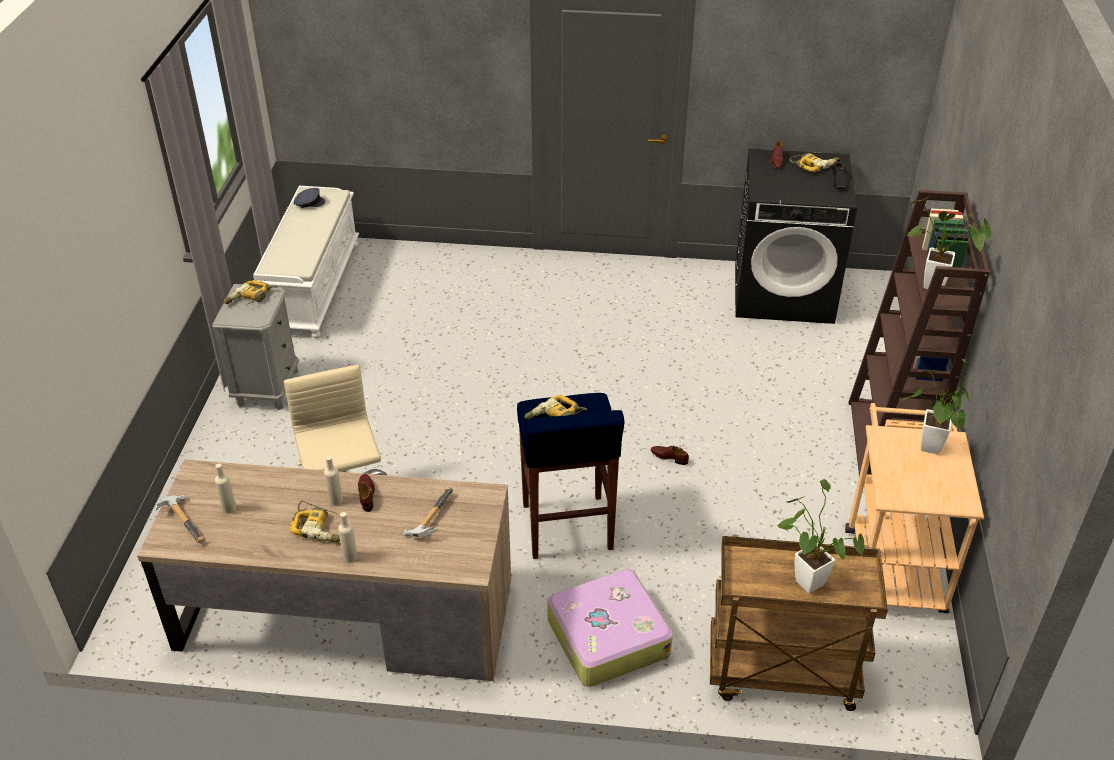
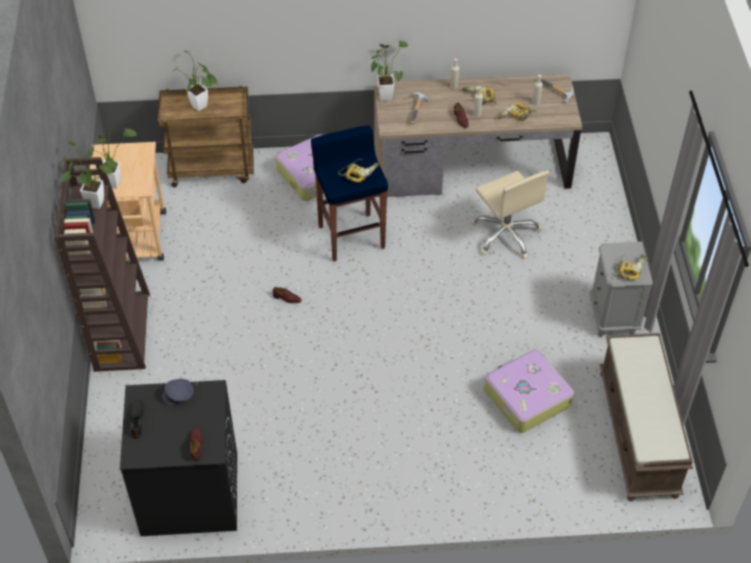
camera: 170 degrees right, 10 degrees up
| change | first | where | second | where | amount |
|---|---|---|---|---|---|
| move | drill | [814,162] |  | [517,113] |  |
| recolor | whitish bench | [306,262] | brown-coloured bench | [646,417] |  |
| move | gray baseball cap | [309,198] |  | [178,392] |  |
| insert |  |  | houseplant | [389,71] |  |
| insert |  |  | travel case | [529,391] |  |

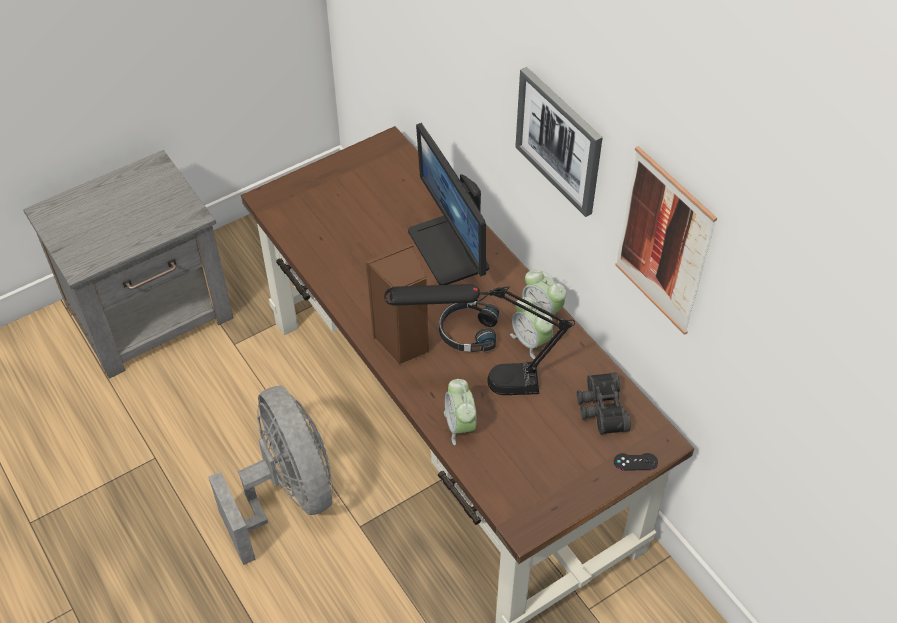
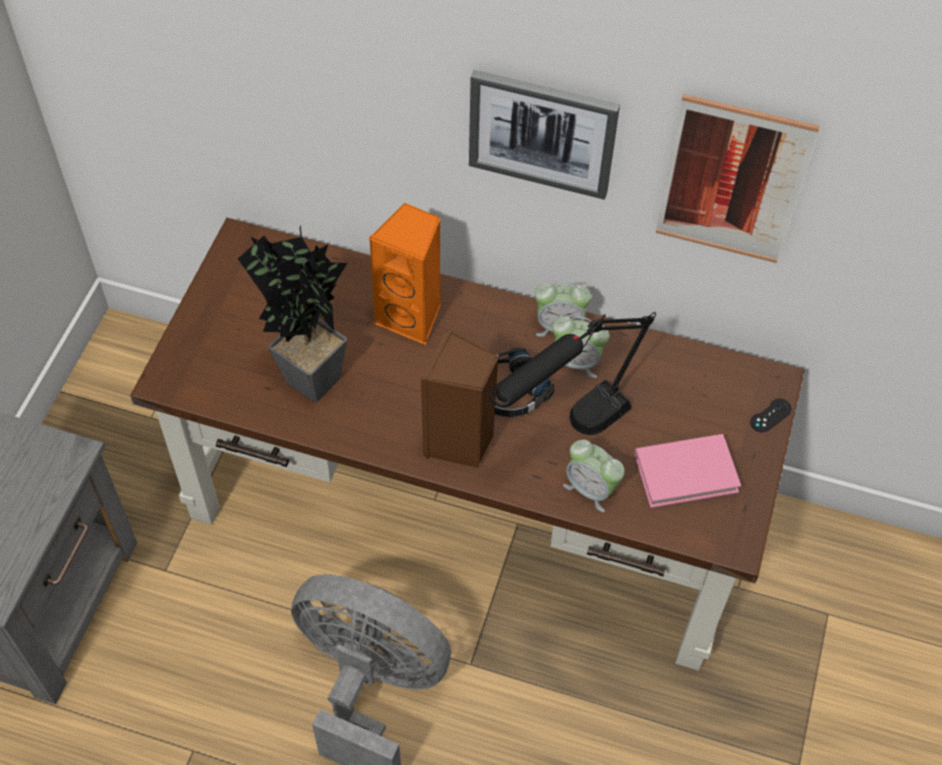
camera: 40 degrees left, 5 degrees up
| change | first | where | second | where | amount |
|---|---|---|---|---|---|
| replace | computer display | [448,204] | orangey audio speaker | [404,274] |  |
| delete | blackish binoculars | [604,403] |  |  |  |
| insert |  |  | houseplant | [292,313] |  |
| insert |  |  | pinkish volume | [687,471] |  |

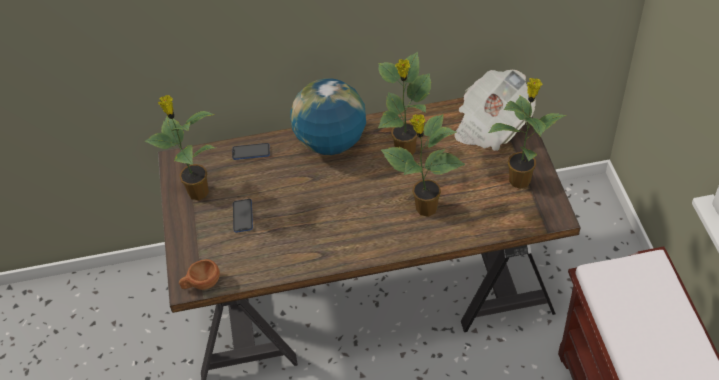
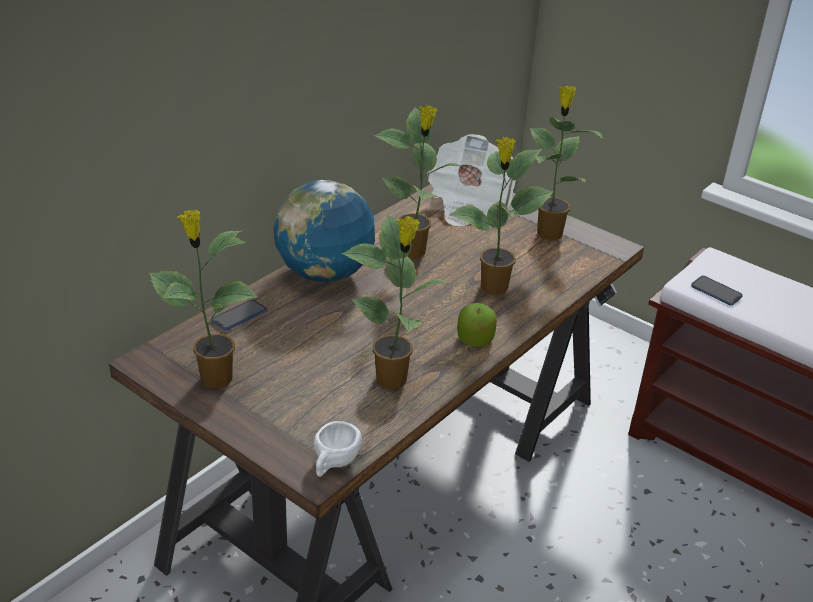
camera: 45 degrees left, 15 degrees down
| change | first | where | second | where | amount |
|---|---|---|---|---|---|
| move | telephone | [243,216] |  | [717,290] |  |
| recolor | brown-coloured cup | [199,274] | whitish cup | [338,449] |  |
| insert |  |  | houseplant | [396,302] |  |
| insert |  |  | apple | [477,324] |  |

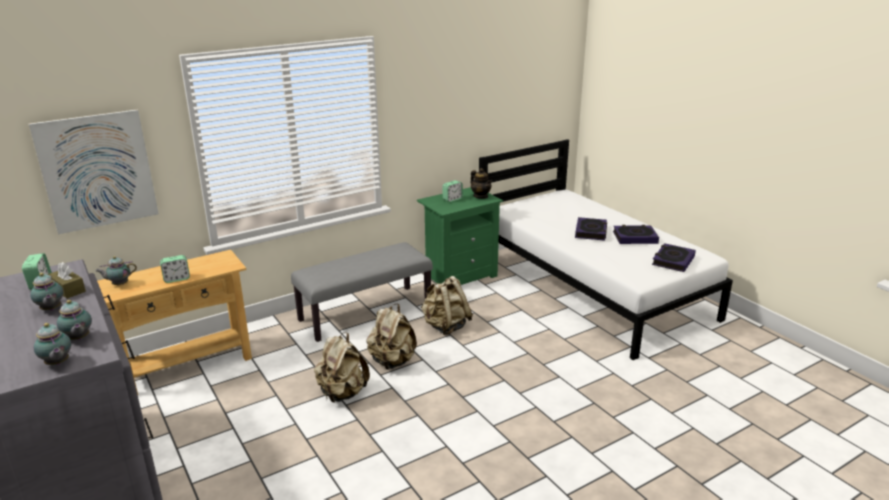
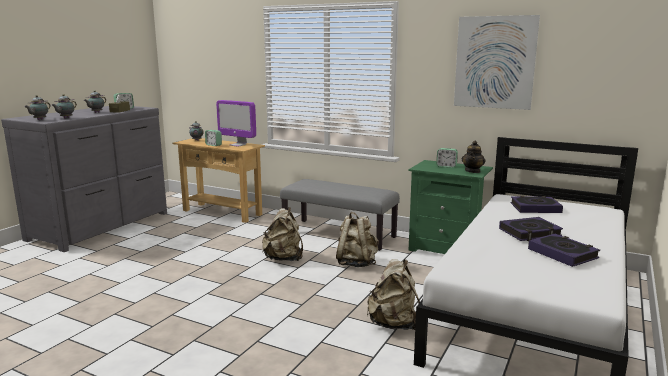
camera: 60 degrees right, 10 degrees down
| change | first | where | second | where | amount |
|---|---|---|---|---|---|
| move | wall art | [94,171] |  | [497,62] |  |
| move | volume | [674,257] |  | [537,204] |  |
| move | beige backpack | [342,368] |  | [393,294] |  |
| insert |  |  | computer display | [236,123] |  |

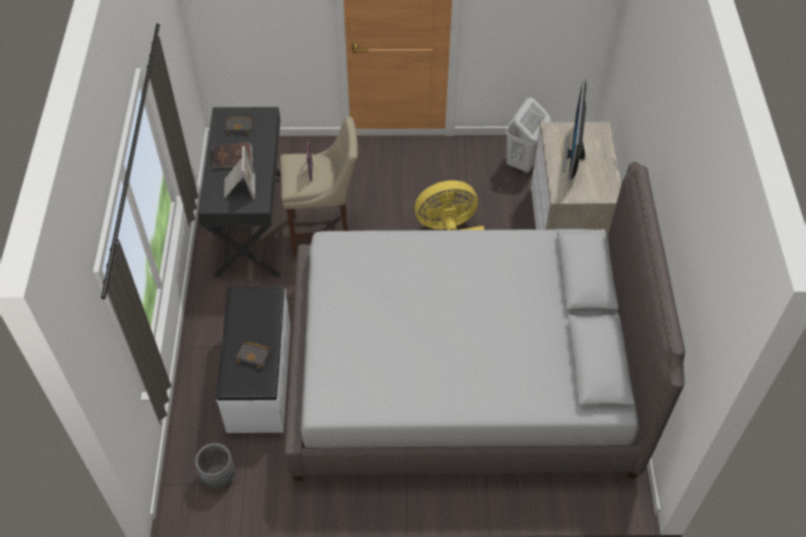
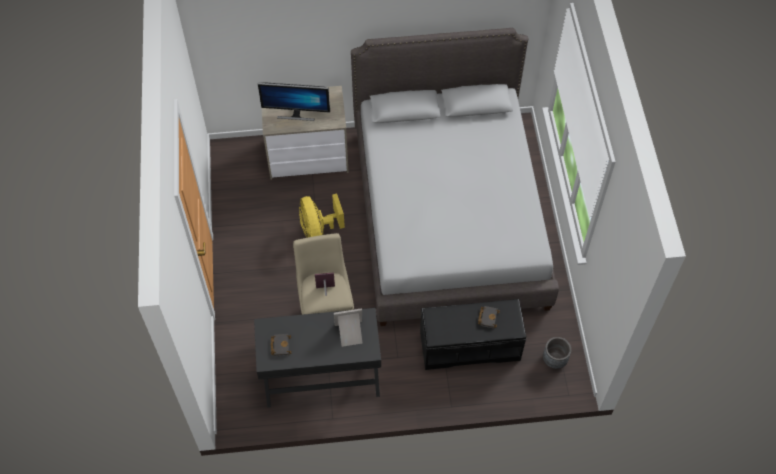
camera: 95 degrees left, 5 degrees up
| change | first | where | second | where | amount |
|---|---|---|---|---|---|
| delete | whitish washing basket | [528,136] |  |  |  |
| delete | brown-coloured volume | [232,156] |  |  |  |
| recolor | whitish bench | [253,359] | blackish bench | [473,334] |  |

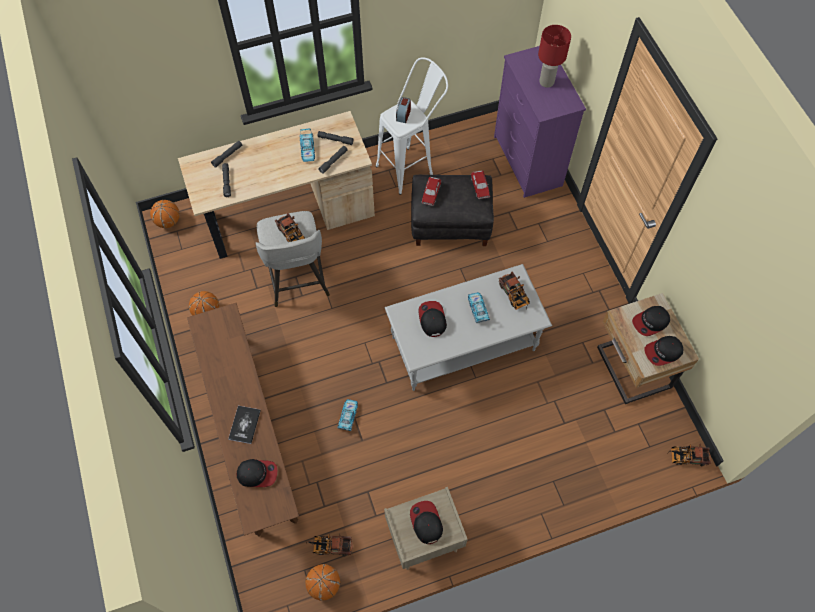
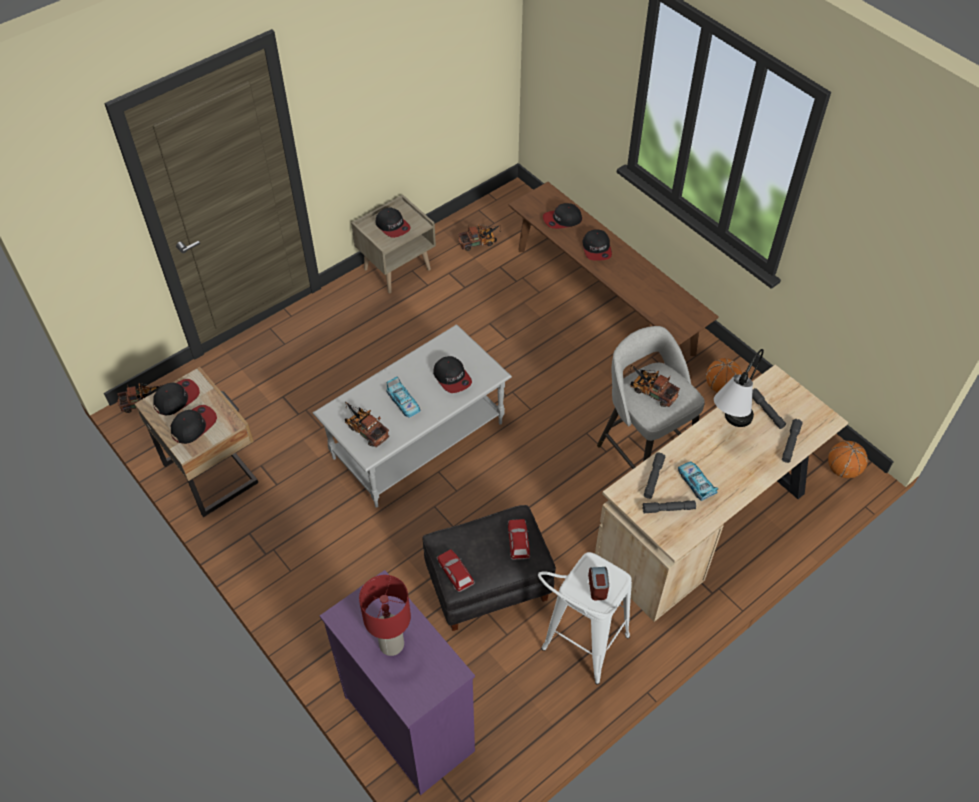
camera: 160 degrees right, 10 degrees down
| change | first | where | second | where | amount |
|---|---|---|---|---|---|
| delete | model car | [347,415] |  |  |  |
| replace | volume | [244,425] | baseball cap | [597,245] |  |
| delete | basketball ball | [322,582] |  |  |  |
| insert |  |  | lamp for a table | [739,388] |  |

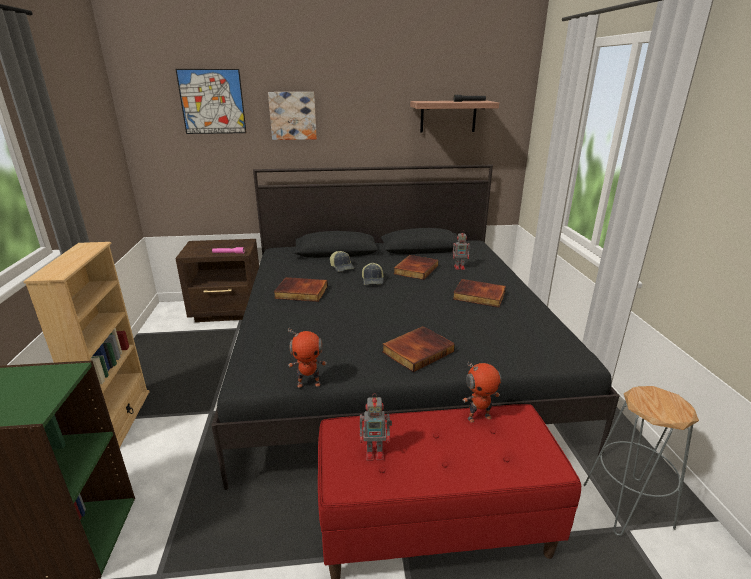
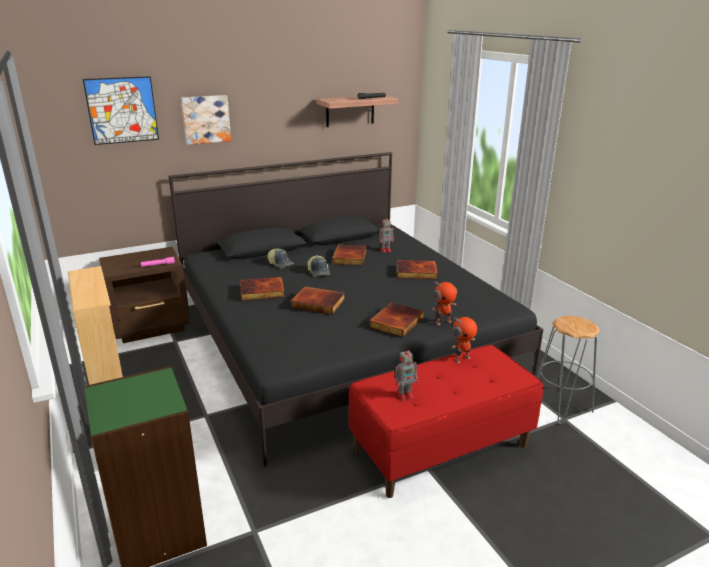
camera: 20 degrees left, 0 degrees up
| change | first | where | second | where | amount |
|---|---|---|---|---|---|
| move | robot figure | [307,358] |  | [444,303] |  |
| insert |  |  | volume | [318,301] |  |

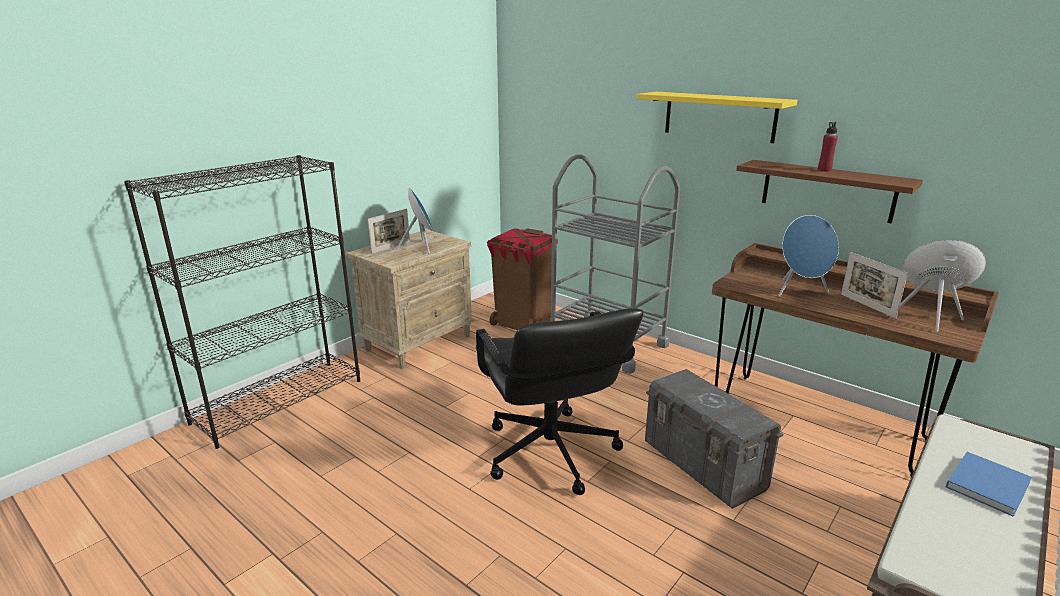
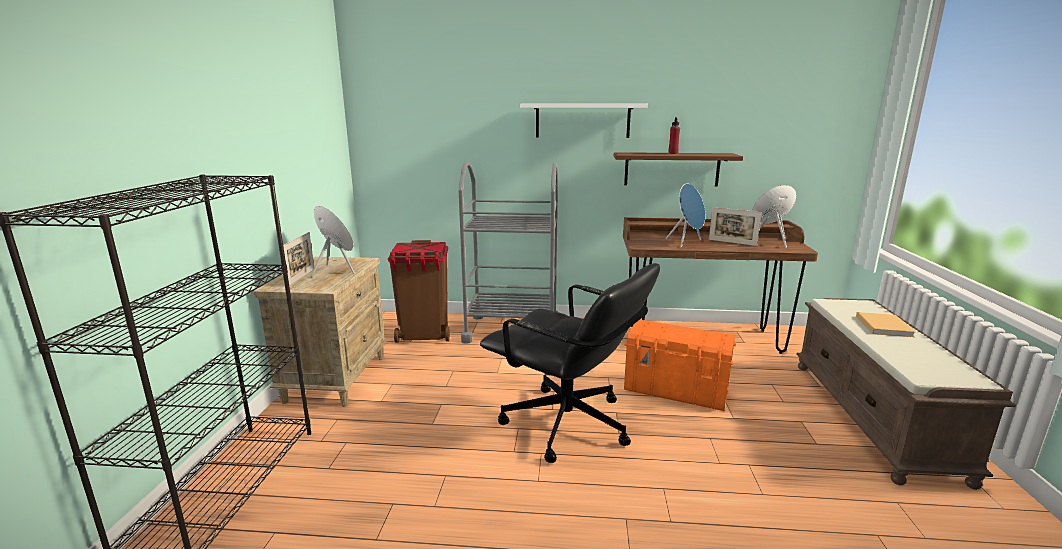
camera: 35 degrees left, 5 degrees down
| change | first | where | second | where | amount |
|---|---|---|---|---|---|
| recolor | yellowish bracket shelf | [717,117] | whitish bracket shelf | [584,120] |  |
| recolor | gray storage box | [714,439] | orangey storage box | [680,365] |  |
| recolor | bluish volume | [989,484] | beige volume | [886,324] |  |

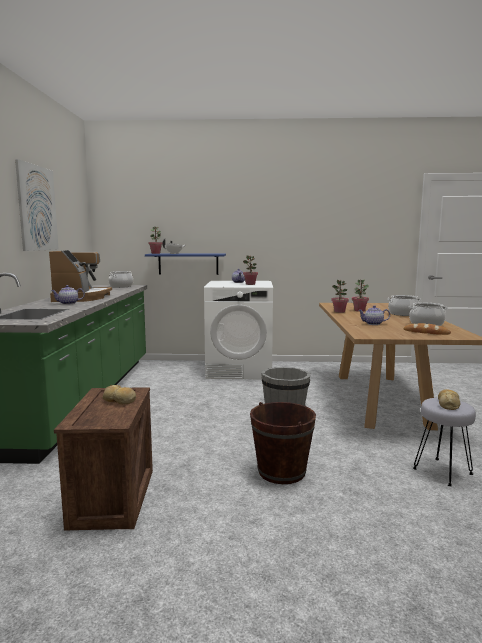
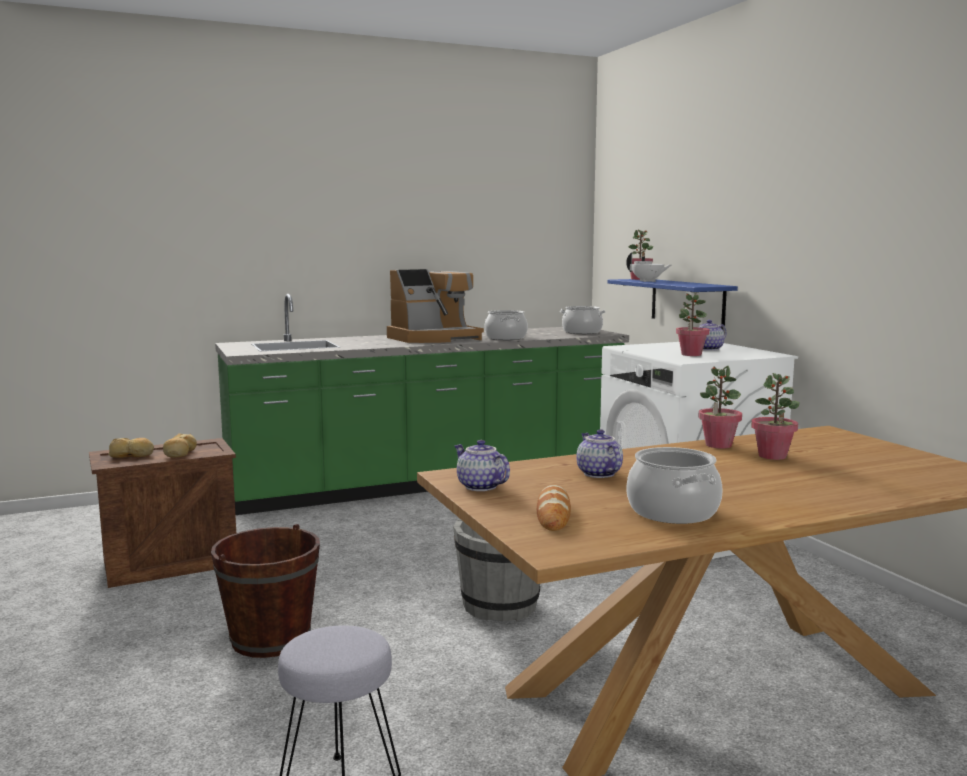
camera: 65 degrees right, 0 degrees up
| change | first | where | second | where | amount |
|---|---|---|---|---|---|
| delete | wall art | [37,205] |  |  |  |
| move | teapot | [68,295] |  | [482,465] |  |
| move | cooking pot | [404,305] |  | [506,325] |  |
| move | baked bread | [449,399] |  | [131,448] |  |

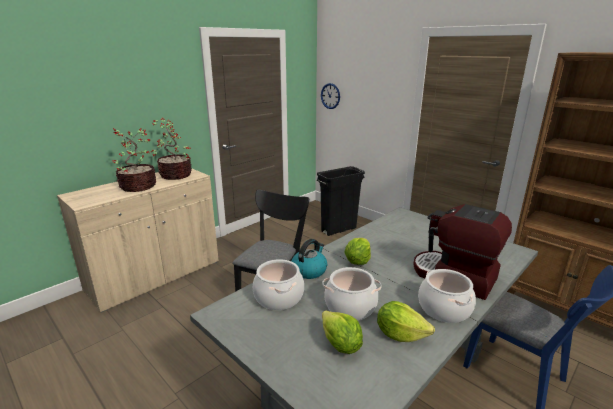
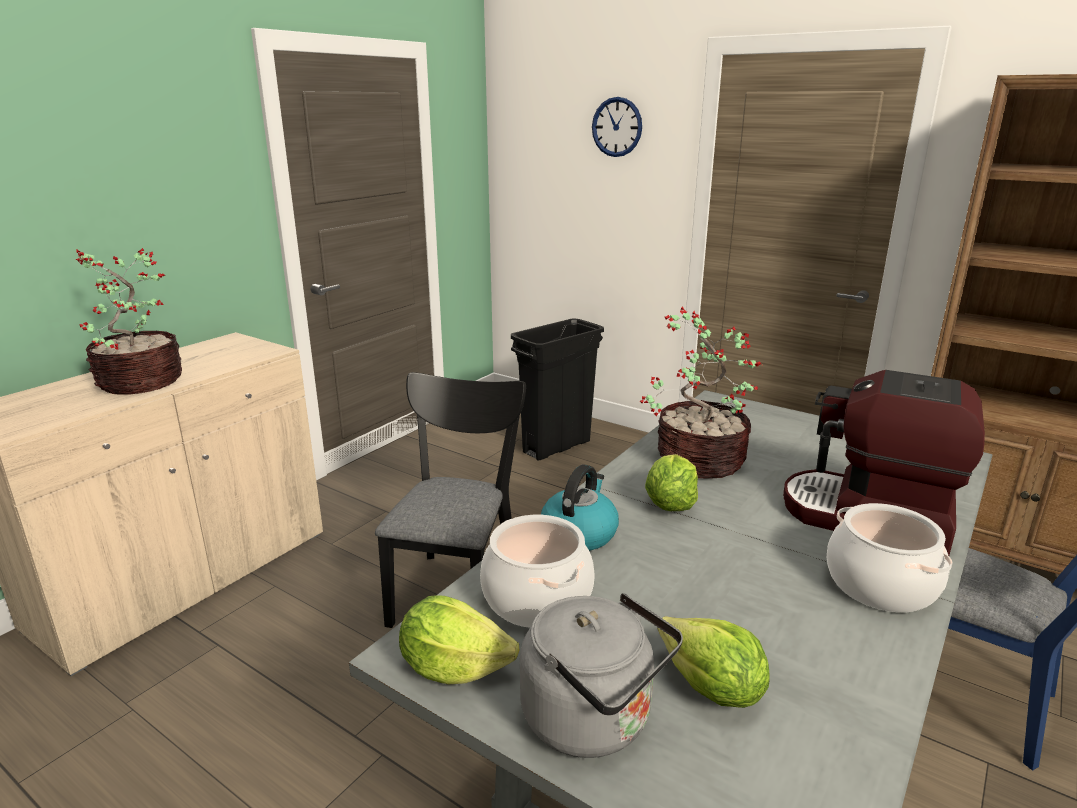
camera: 10 degrees left, 0 degrees up
| change | first | where | second | where | amount |
|---|---|---|---|---|---|
| move | wall clock | [330,96] |  | [617,127] |  |
| move | houseplant | [171,149] |  | [700,392] |  |
| delete | cooking pot | [351,293] |  |  |  |
| move | lettuce head | [406,321] |  | [459,640] |  |
| insert |  |  | gray tea kettle | [601,675] |  |

